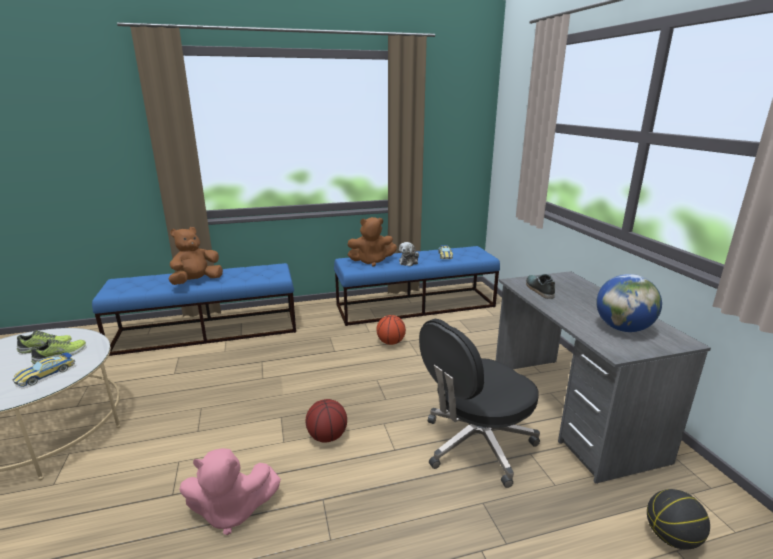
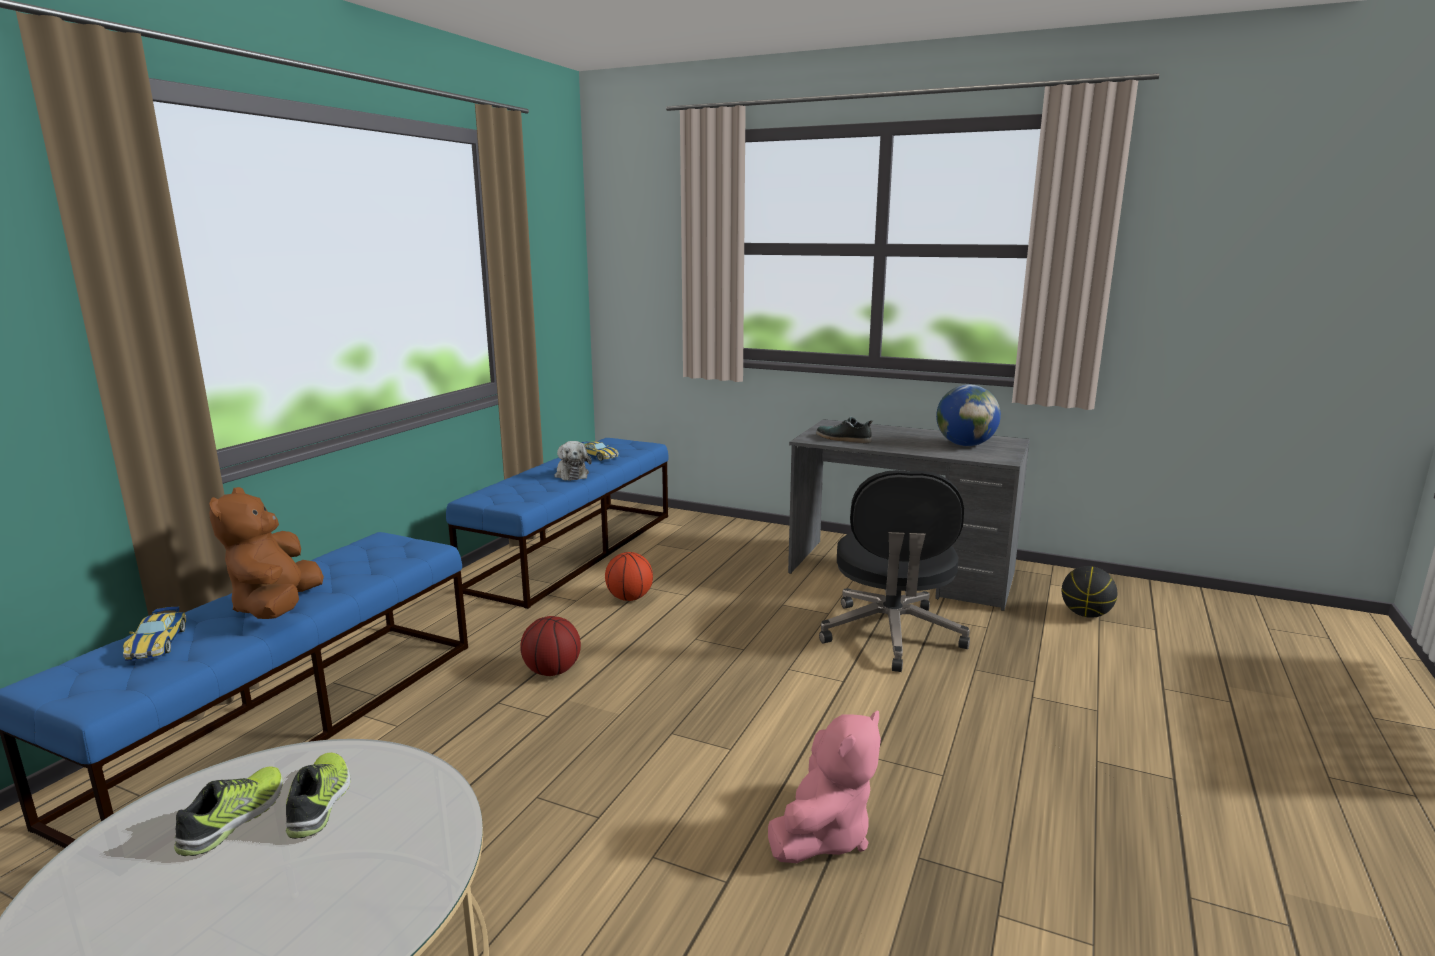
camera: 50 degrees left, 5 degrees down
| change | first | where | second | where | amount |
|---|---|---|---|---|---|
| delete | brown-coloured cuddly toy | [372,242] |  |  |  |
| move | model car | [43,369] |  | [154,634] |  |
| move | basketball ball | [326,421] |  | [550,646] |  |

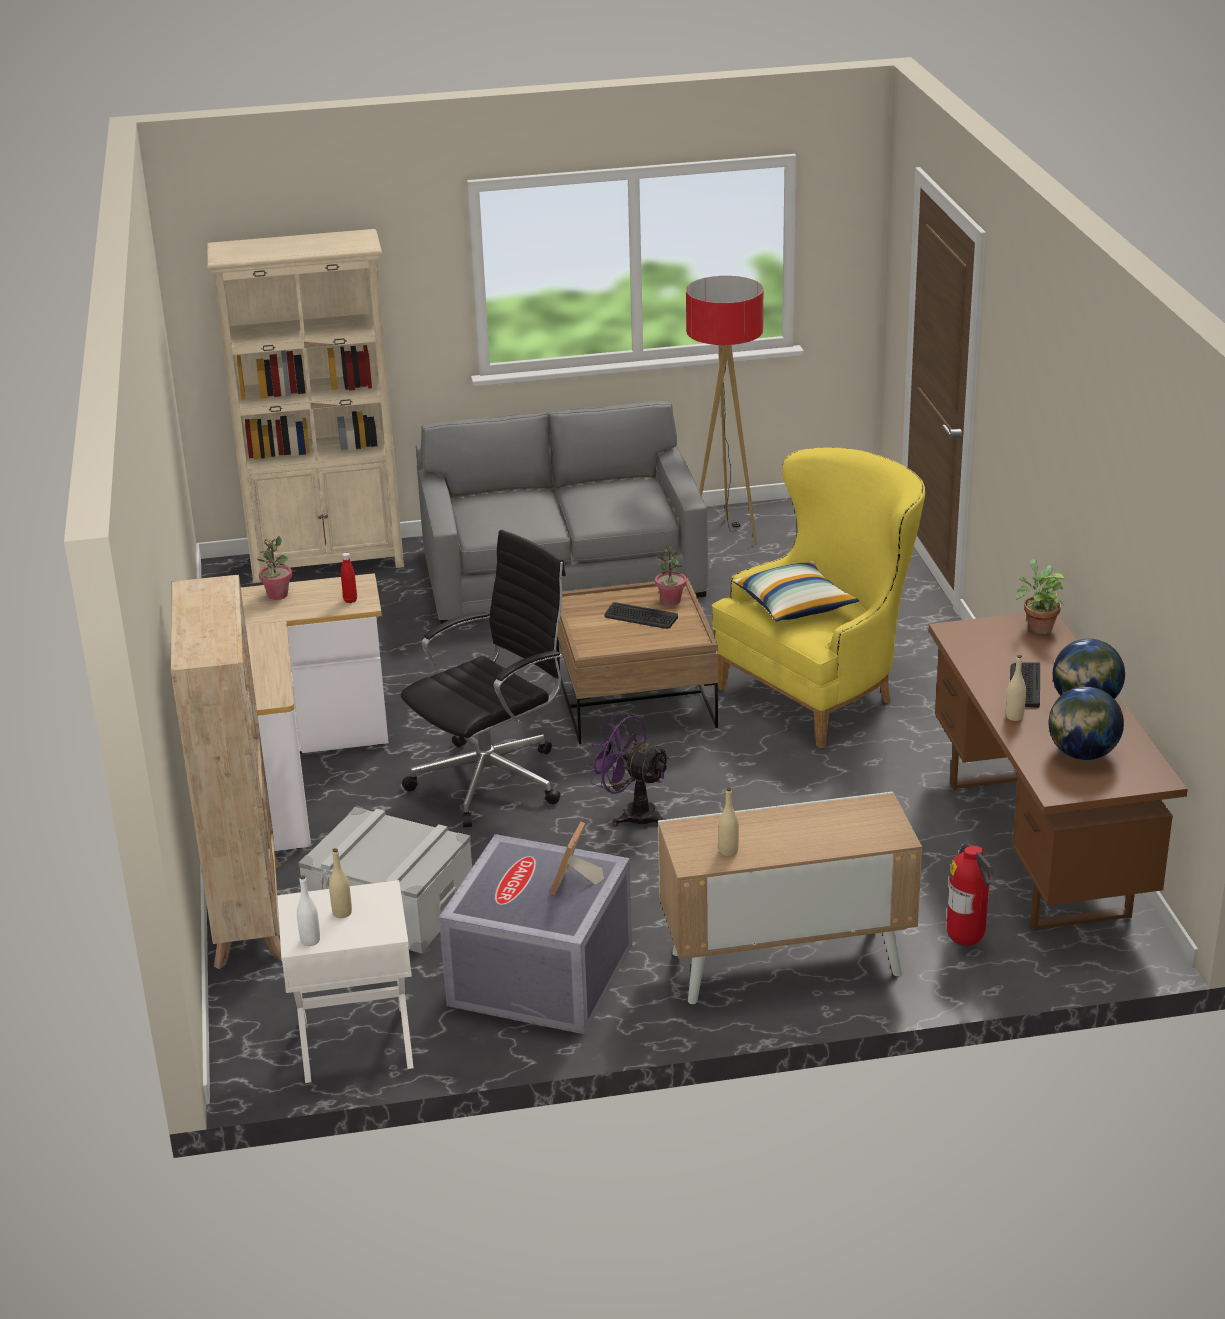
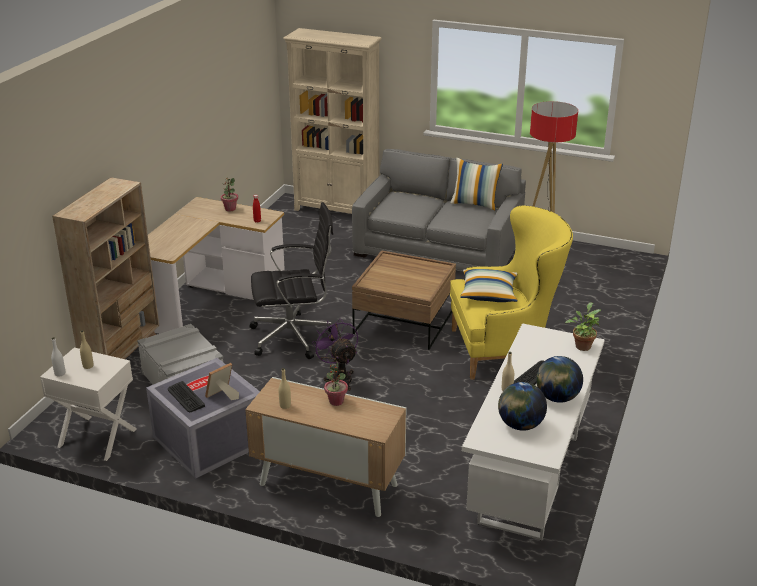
camera: 30 degrees right, 0 degrees up
| change | first | where | second | where | amount |
|---|---|---|---|---|---|
| move | houseplant | [671,575] |  | [336,383] |  |
| move | PC keyboard | [641,615] |  | [186,396] |  |
| recolor | brown-coloured desk table | [1058,772] | whitish desk table | [533,432] |  |
| delete | fire extinguisher | [970,894] |  |  |  |
| insert |  |  | pillow | [476,184] |  |

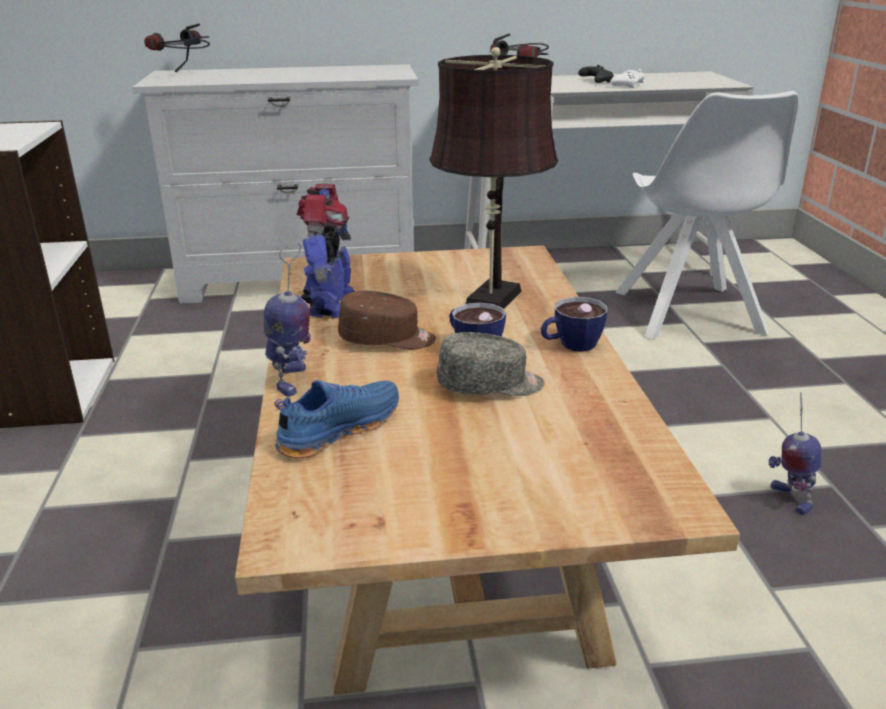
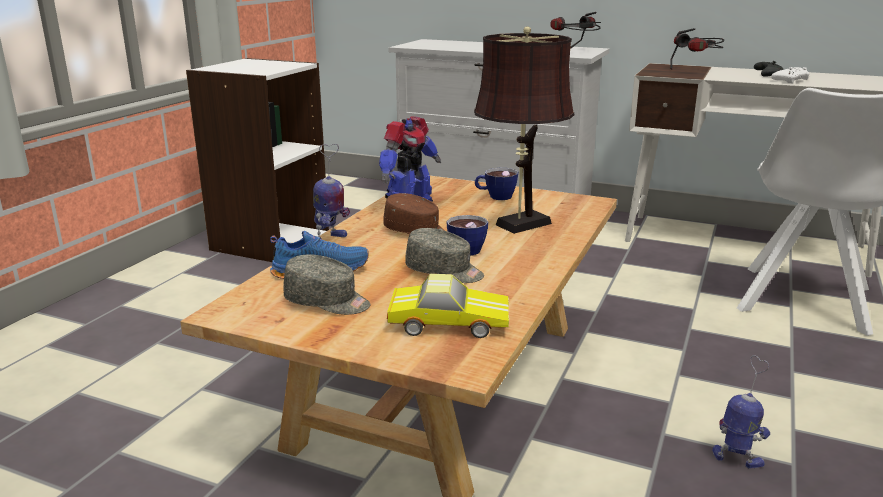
camera: 30 degrees right, 5 degrees down
| change | first | where | second | where | amount |
|---|---|---|---|---|---|
| move | headphones | [177,48] |  | [575,30] |  |
| move | cup | [574,324] |  | [496,184] |  |
| rotate | robot figure | [795,453] |  | [741,411] | 105 degrees clockwise |
| insert |  |  | gray baseball cap | [327,284] |  |
| insert |  |  | model car | [448,306] |  |

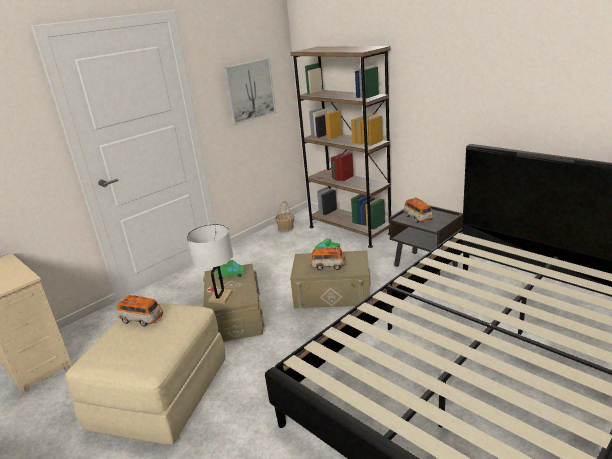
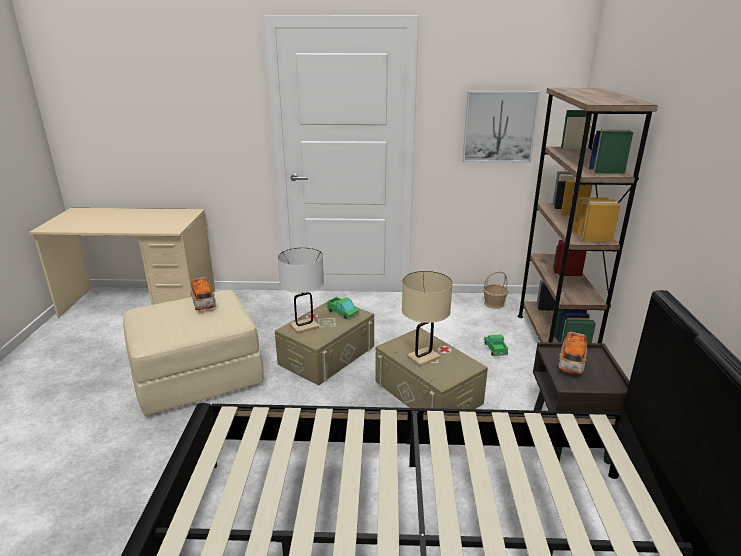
camera: 45 degrees right, 0 degrees up
| change | first | where | second | where | amount |
|---|---|---|---|---|---|
| replace | model car | [328,258] | beige lamp for a table | [427,319] |  |

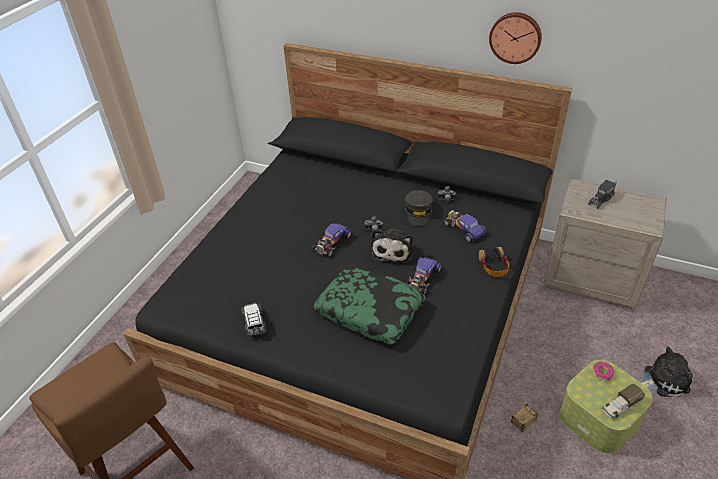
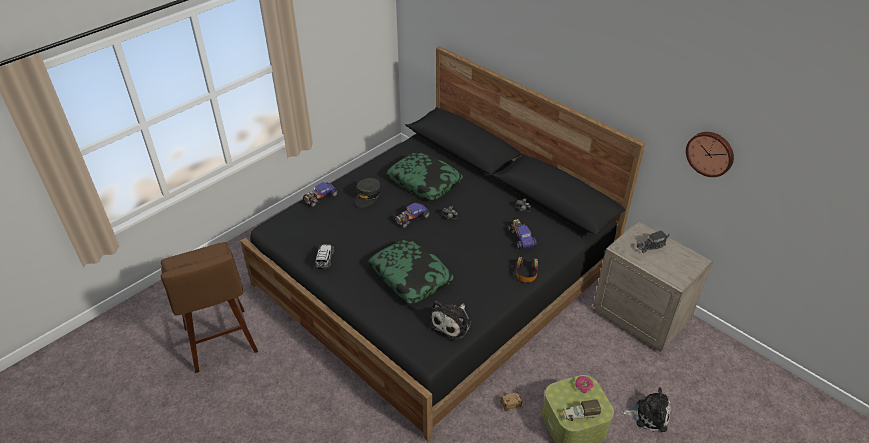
camera: 20 degrees right, 0 degrees up
| change | first | where | second | where | amount |
|---|---|---|---|---|---|
| move | wall clock | [515,38] |  | [710,154] |  |
| move | gray baseball cap | [419,208] |  | [367,192] |  |
| move | cuddly toy | [392,246] |  | [450,320] |  |
| move | model car | [423,275] |  | [320,194] |  |
| insert |  |  | pillow | [424,176] |  |

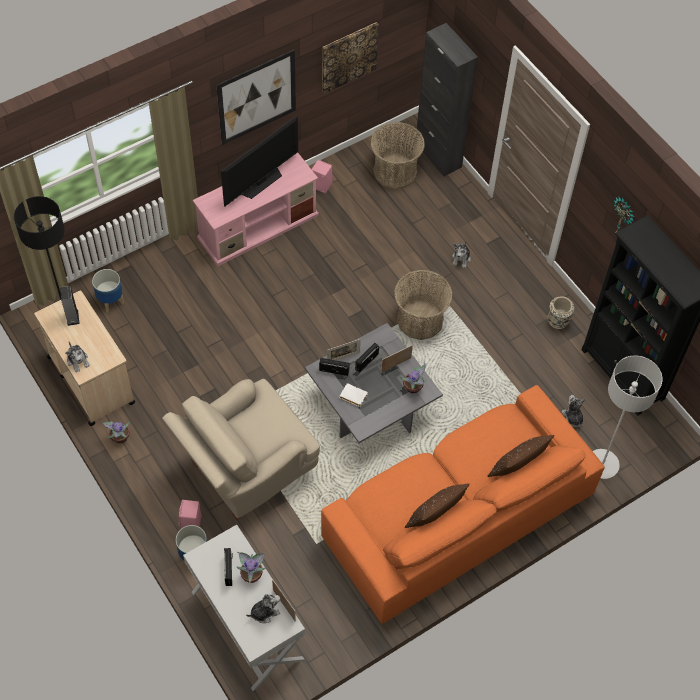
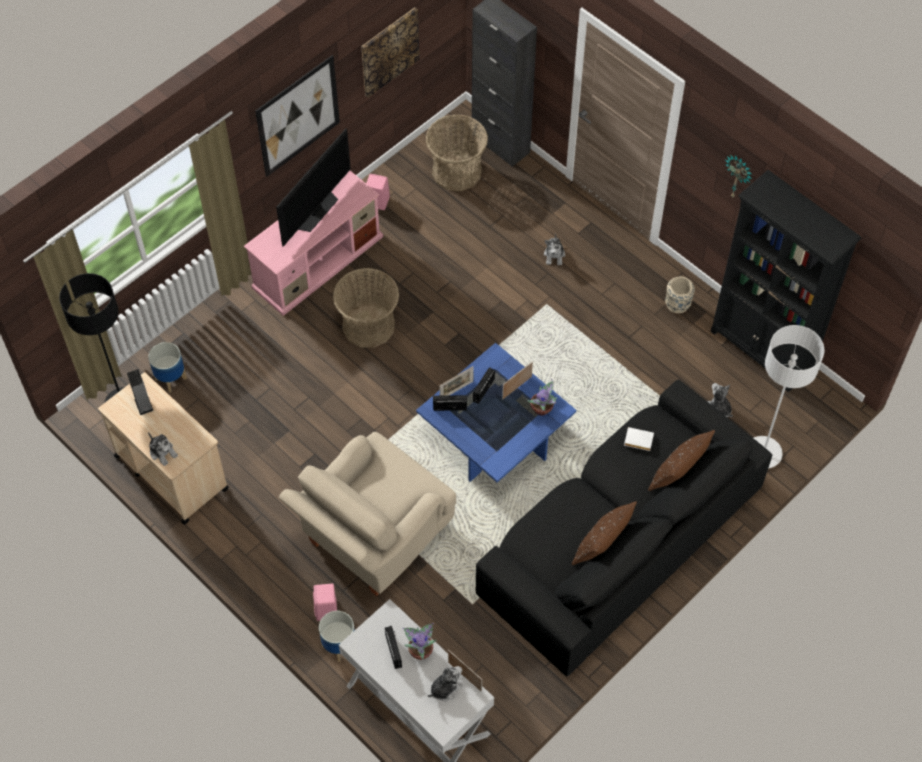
camera: 10 degrees left, 0 degrees up
| change | first | where | second | where | amount |
|---|---|---|---|---|---|
| move | household basket | [423,305] |  | [366,308] |  |
| recolor | gray lounge table | [374,383] | bluish lounge table | [496,412] |  |
| move | whitish volume | [354,395] |  | [639,439] |  |
| recolor | orangey sofa | [463,504] | blackish sofa | [624,528] |  |
| delete | houseplant | [116,432] |  |  |  |

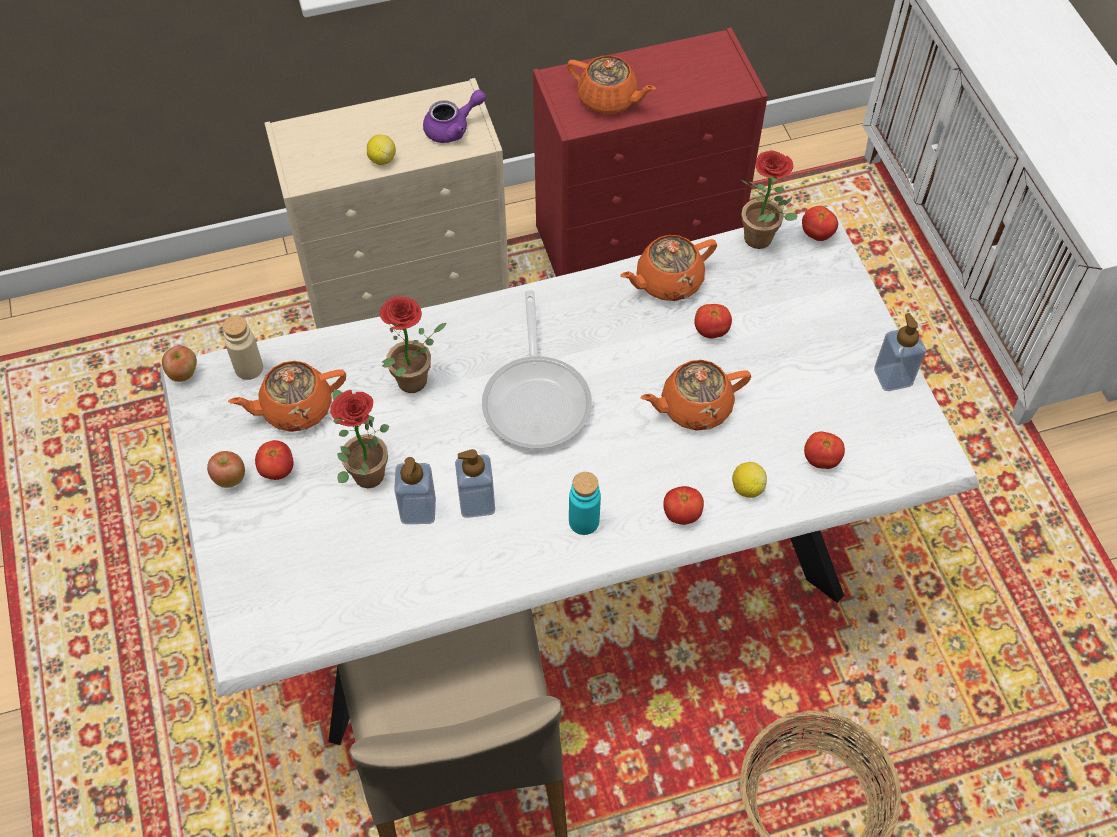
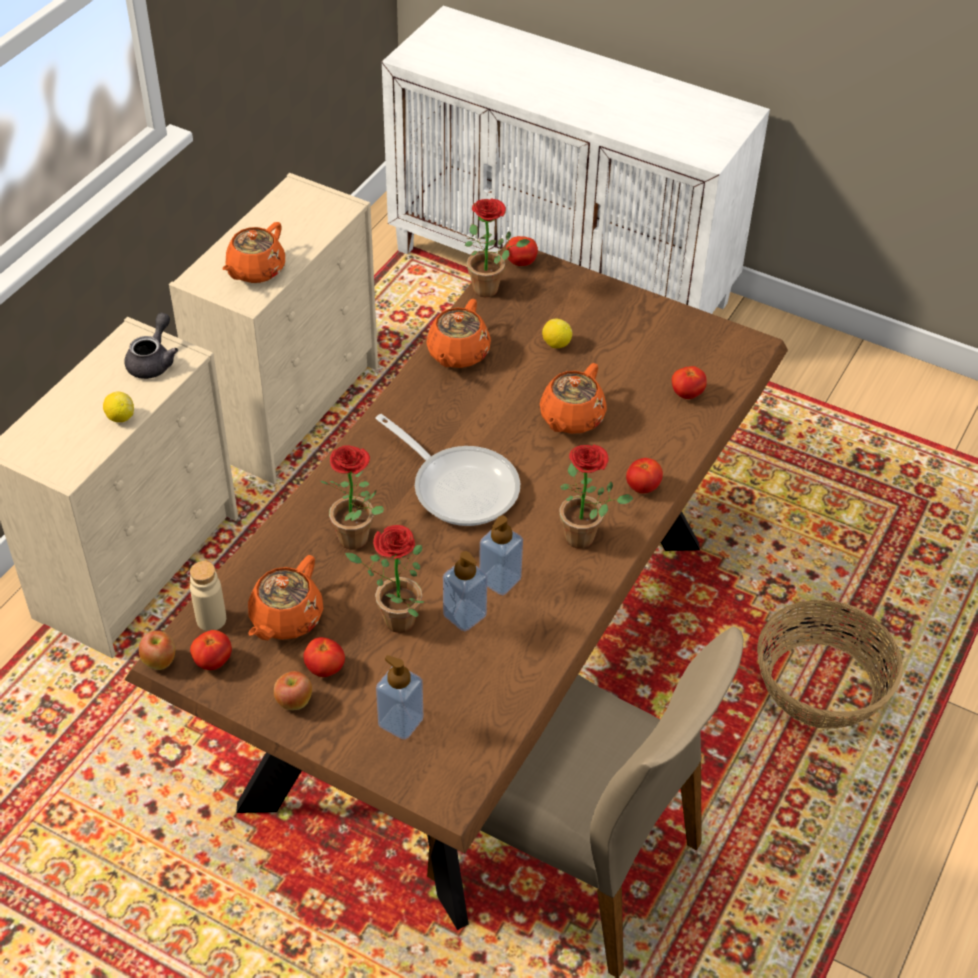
camera: 45 degrees left, 10 degrees down
| change | first | where | second | where | amount |
|---|---|---|---|---|---|
| recolor | red chest of drawers | [650,152] | beige chest of drawers | [273,328] |  |
| rotate | orangey teapot | [611,84] |  | [253,252] | 135 degrees clockwise |
| recolor | purplish teapot | [454,116] | gray teapot | [151,346] |  |
| recolor | whitish kitchen table | [569,475] | brown-coloured kitchen table | [456,585] |  |
| move | fresh tomato | [713,321] |  | [211,650] |  |
| move | soap bottle | [900,352] |  | [399,697] |  |
| move | lemon | [749,480] |  | [557,333] |  |
| replace | turquoise-coloured bottle | [585,503] | houseplant | [596,496] |  |

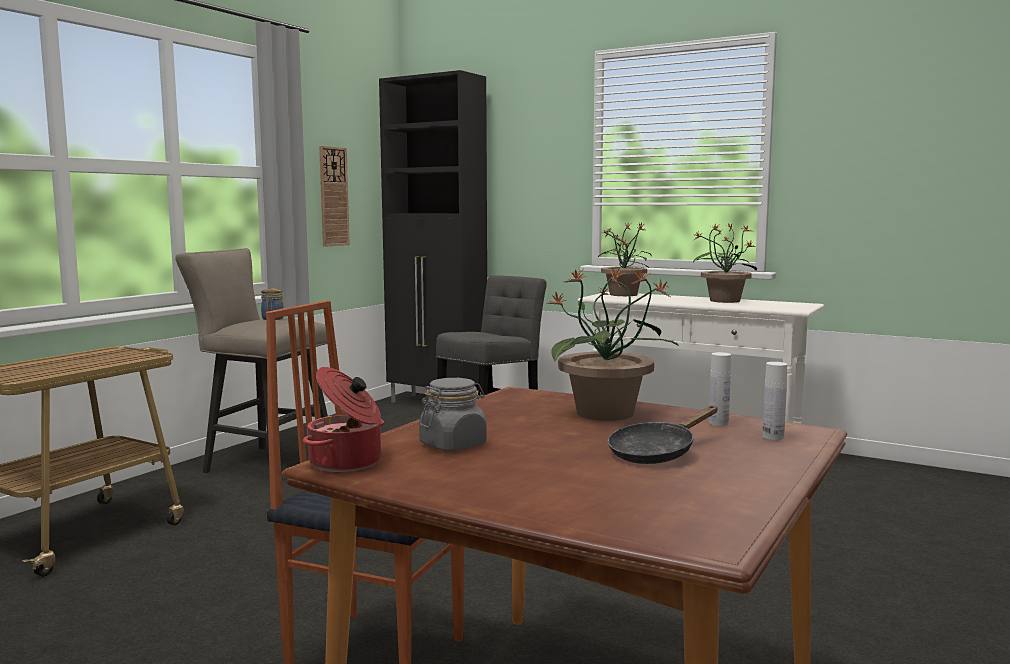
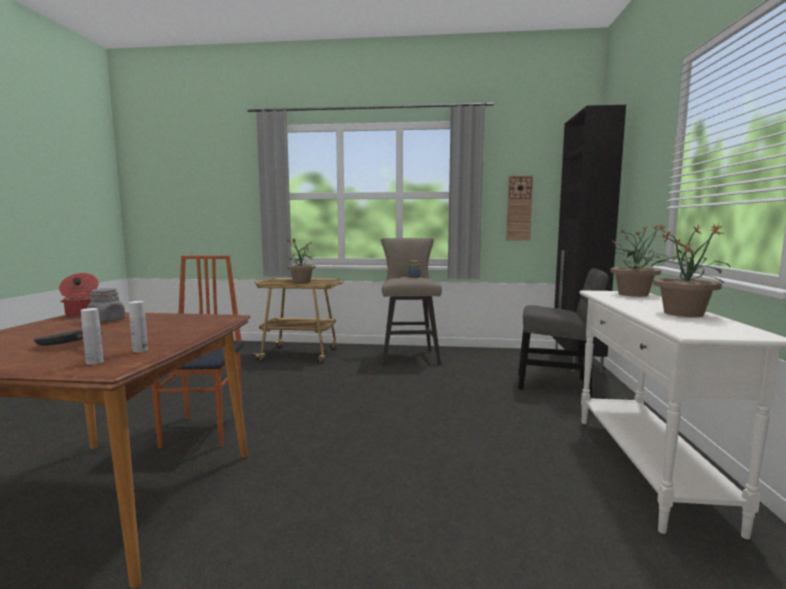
camera: 65 degrees right, 0 degrees up
| change | first | where | second | where | amount |
|---|---|---|---|---|---|
| move | houseplant | [613,344] |  | [299,261] |  |

